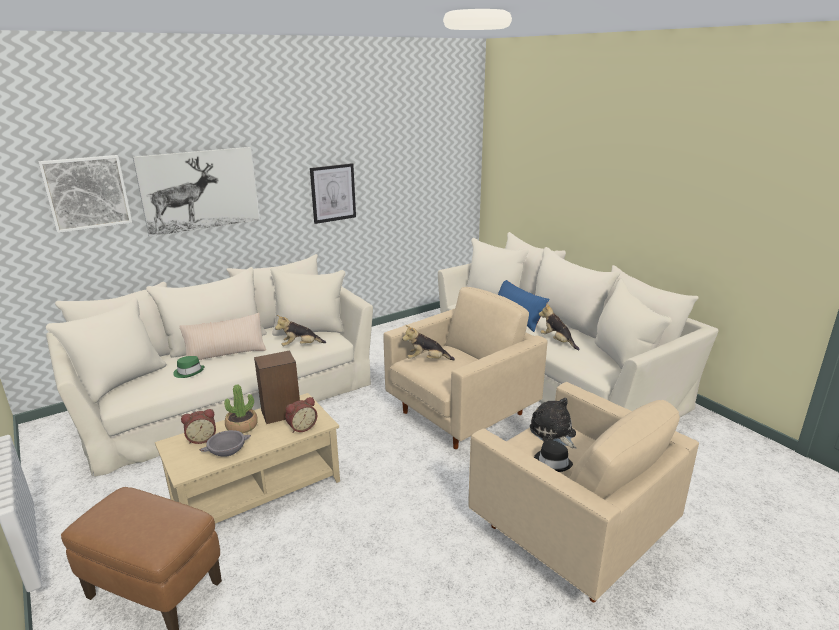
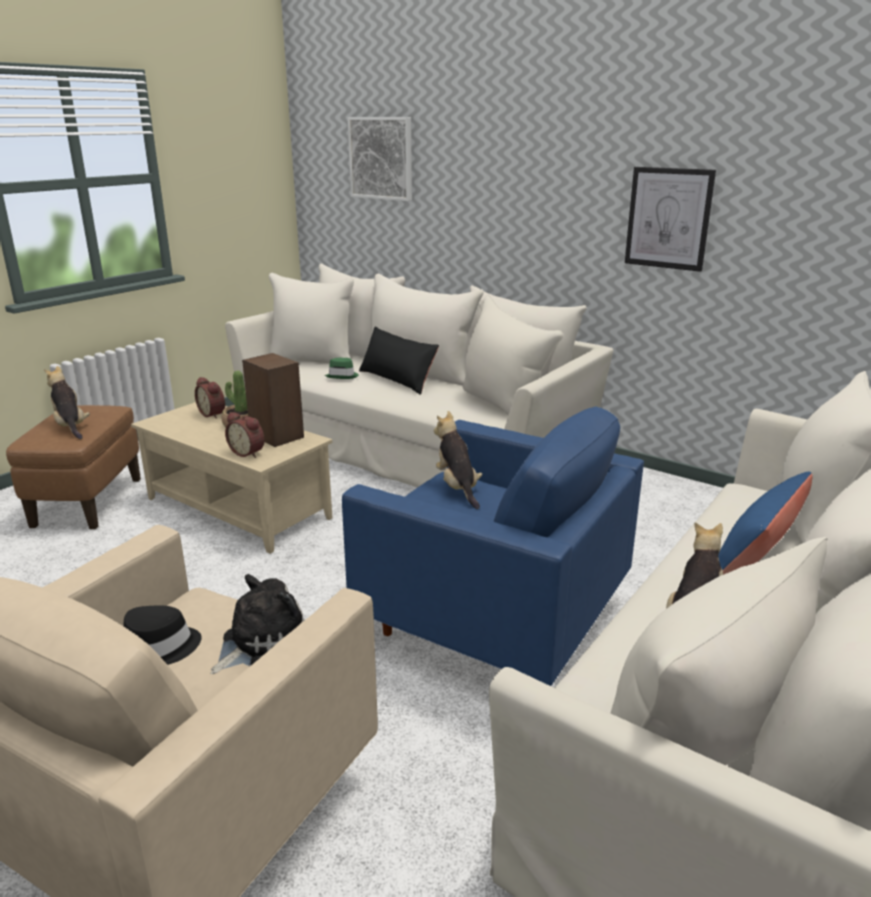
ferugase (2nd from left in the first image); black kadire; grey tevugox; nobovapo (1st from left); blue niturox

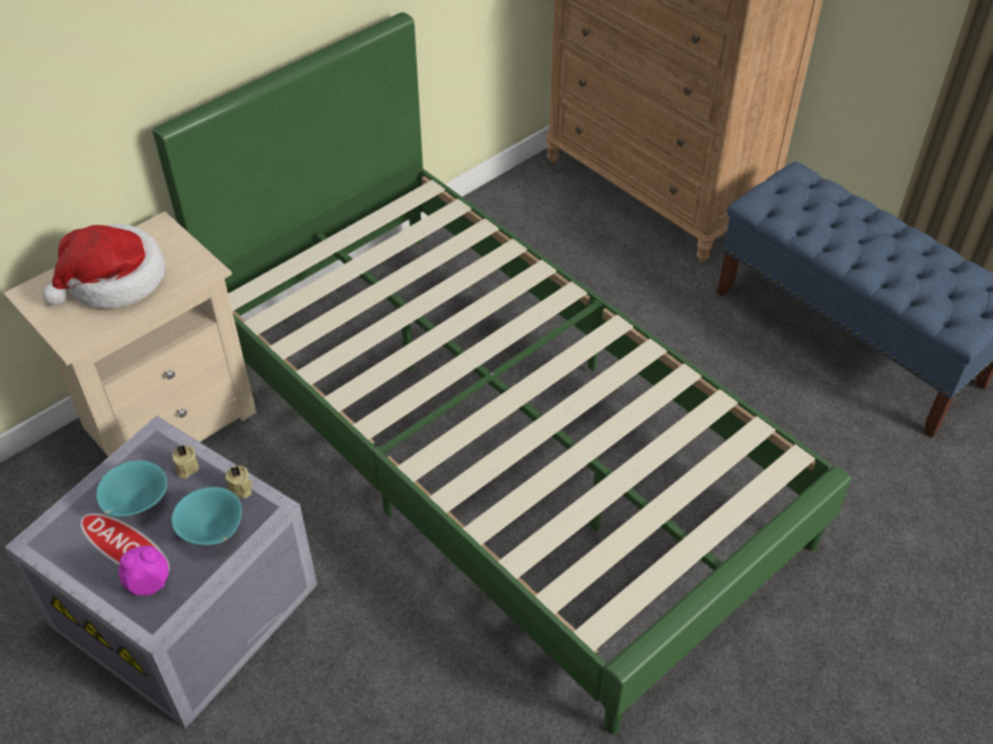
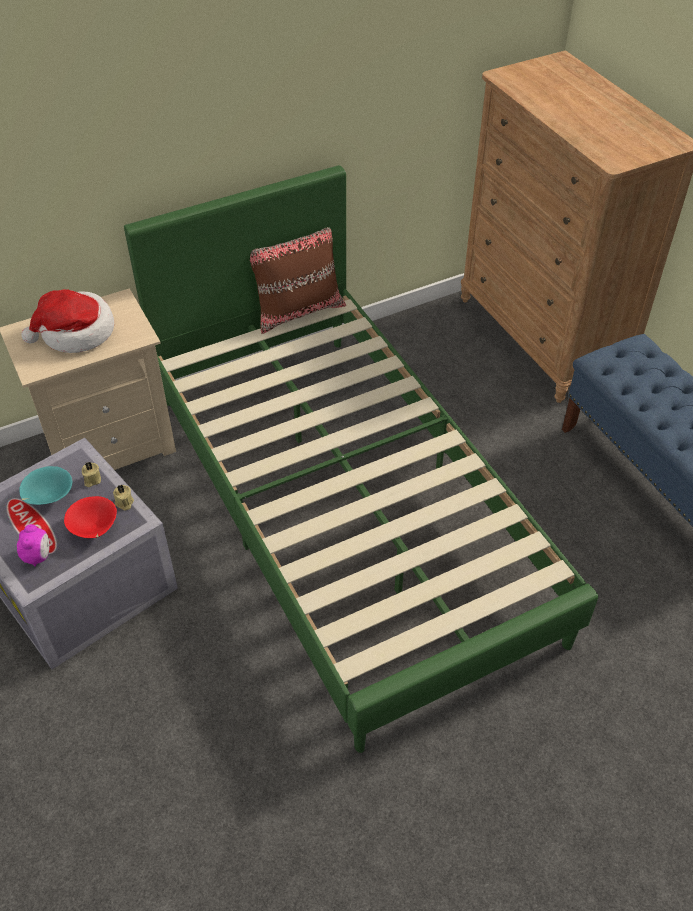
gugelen; red tevugox; brown kadire

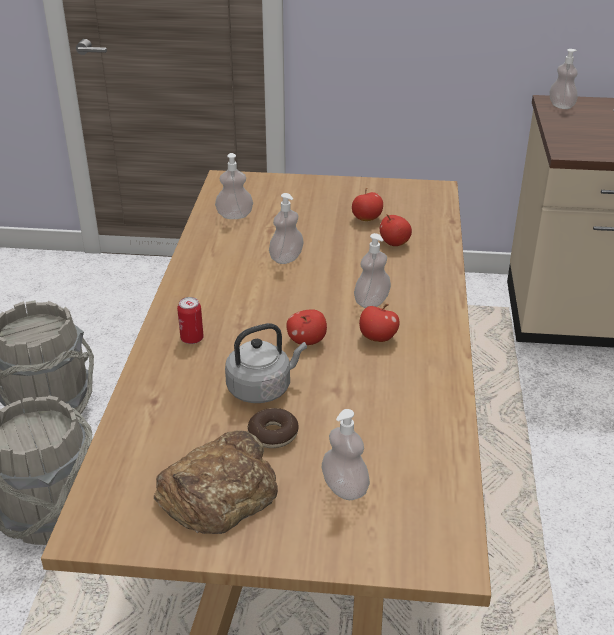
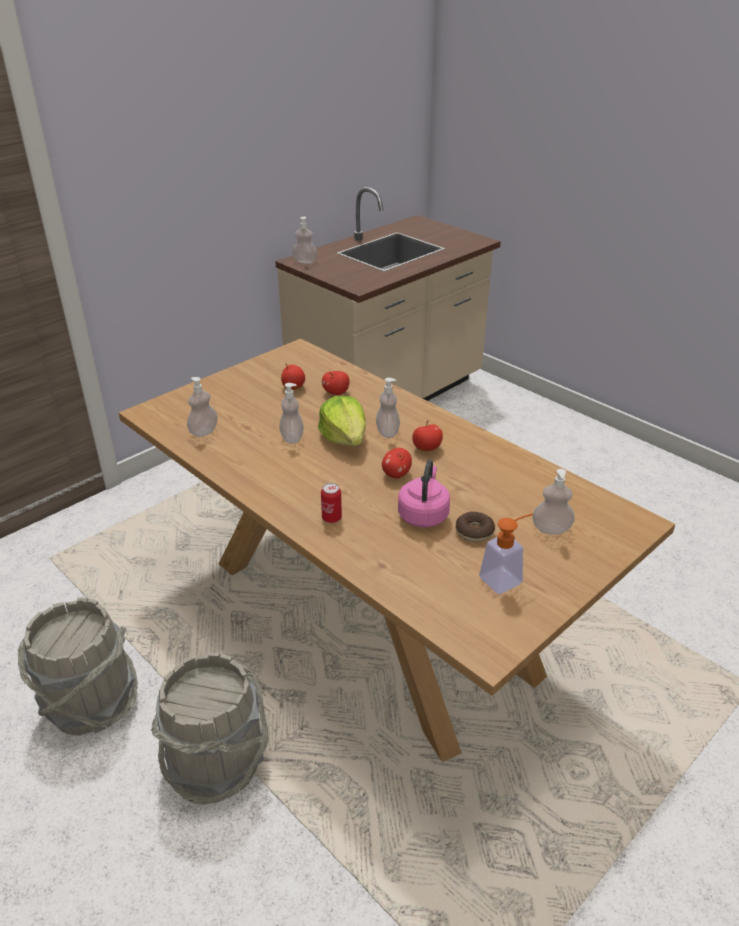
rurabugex (5th from left); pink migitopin; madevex

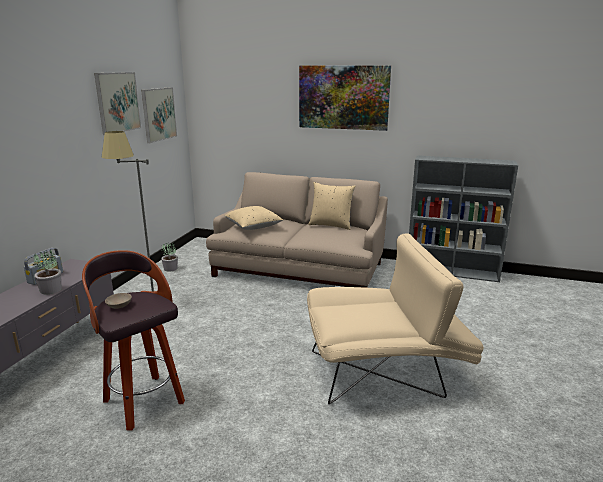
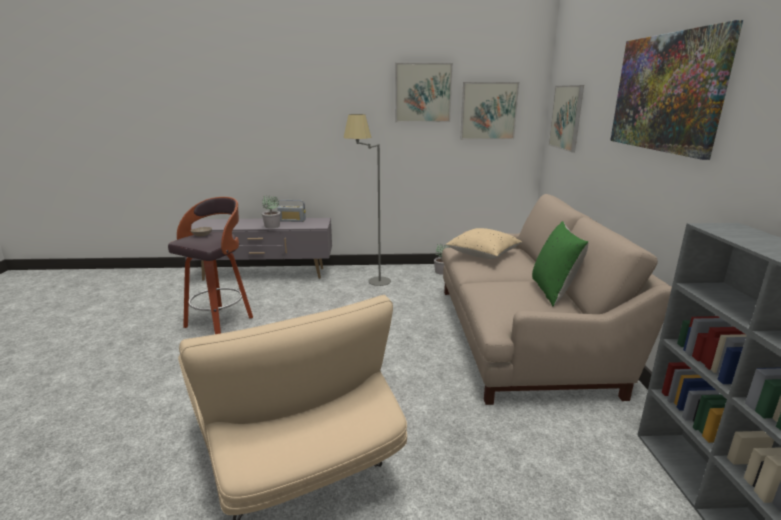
green kadire; ferugase (3rd from left)

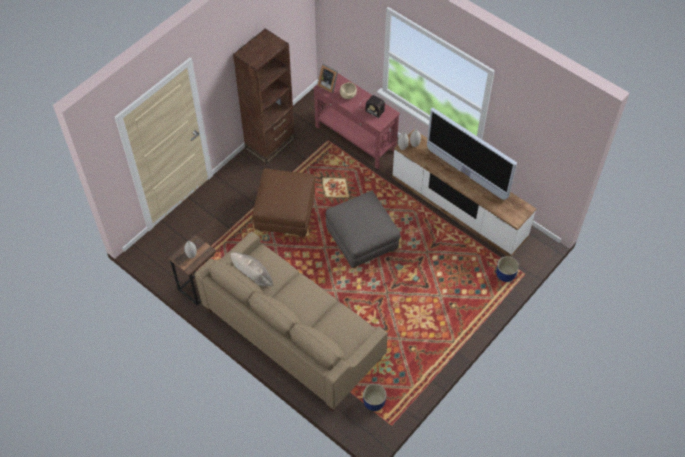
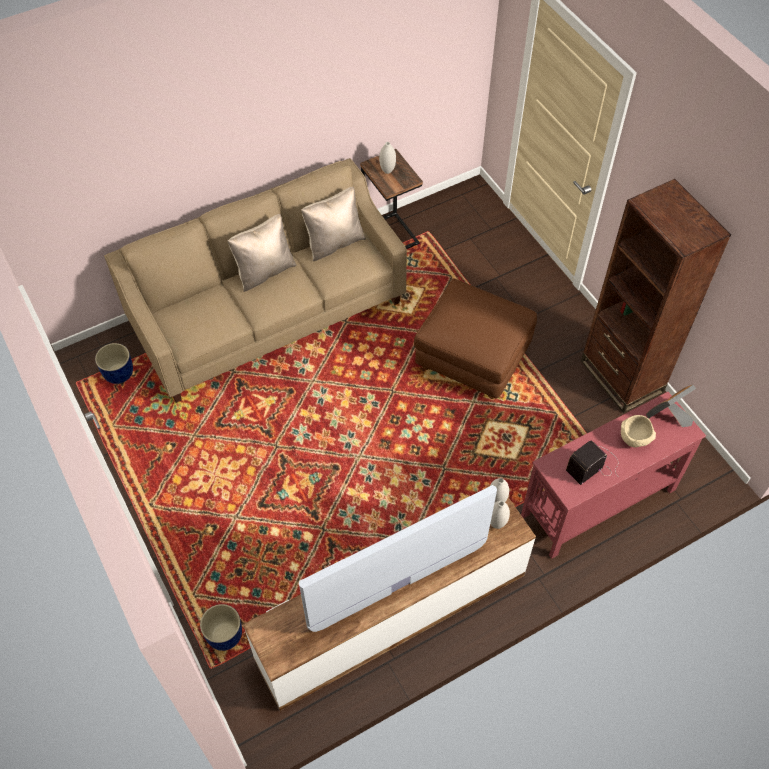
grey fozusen; beige kadire (1st from left)

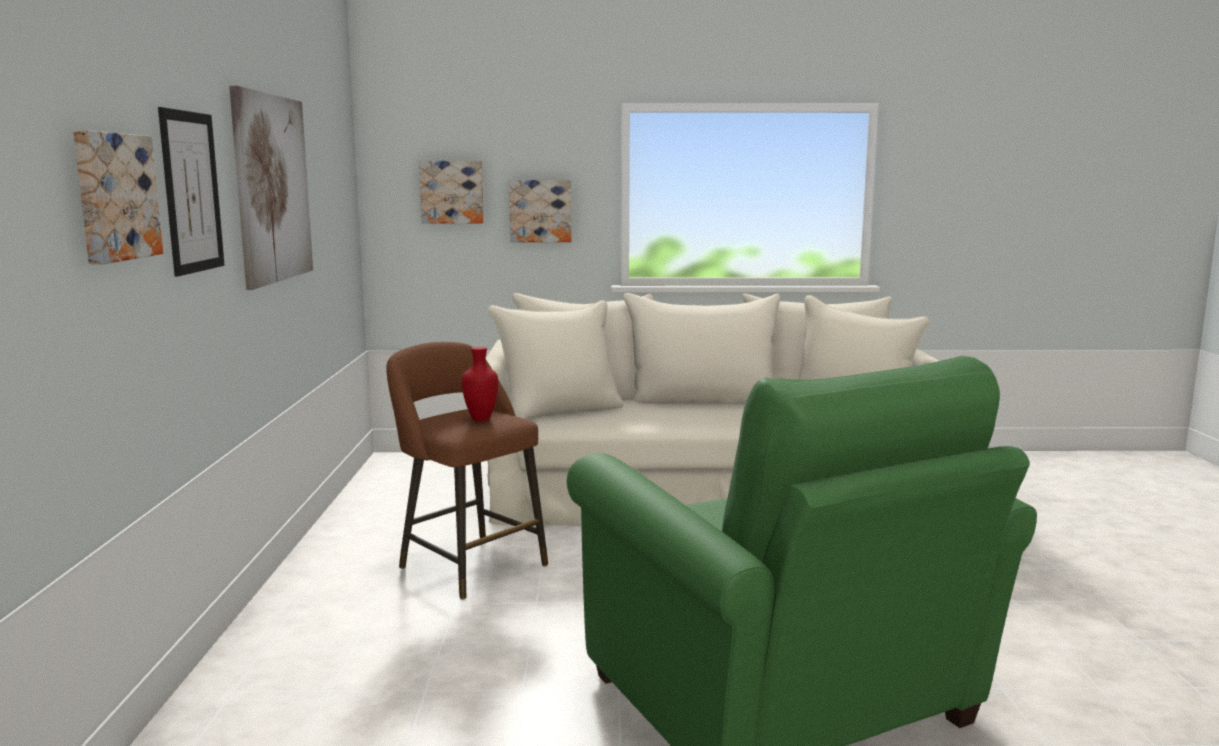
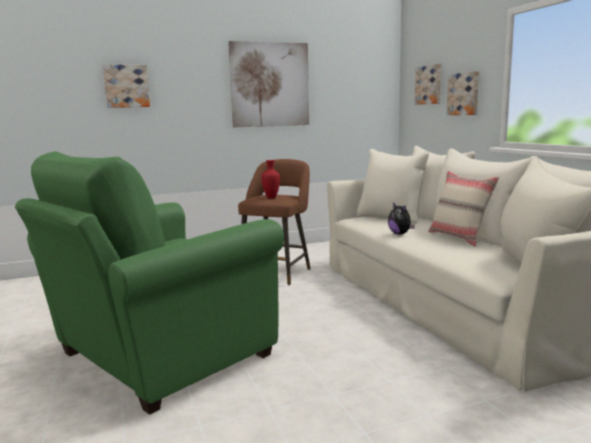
ferugase (2nd from left in the first image); nobovapo; beige kadire

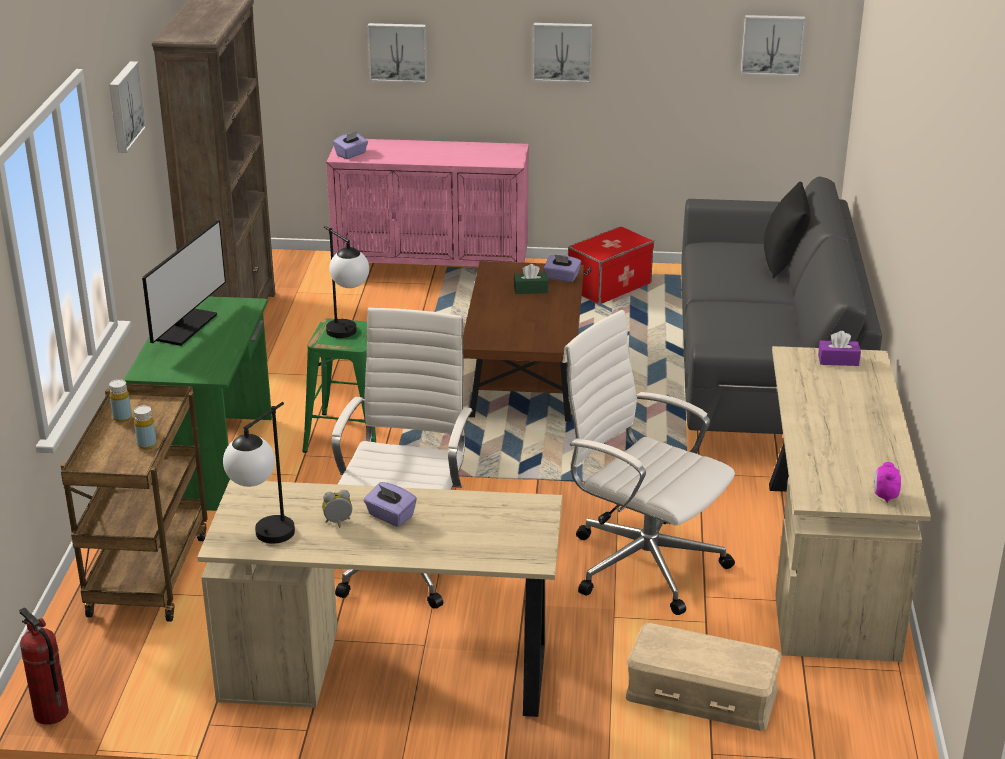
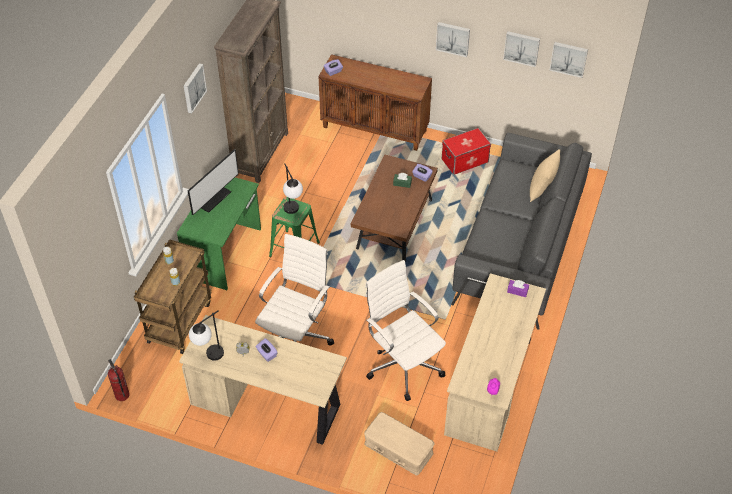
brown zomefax; ferugase (3rd from left); beige kadire

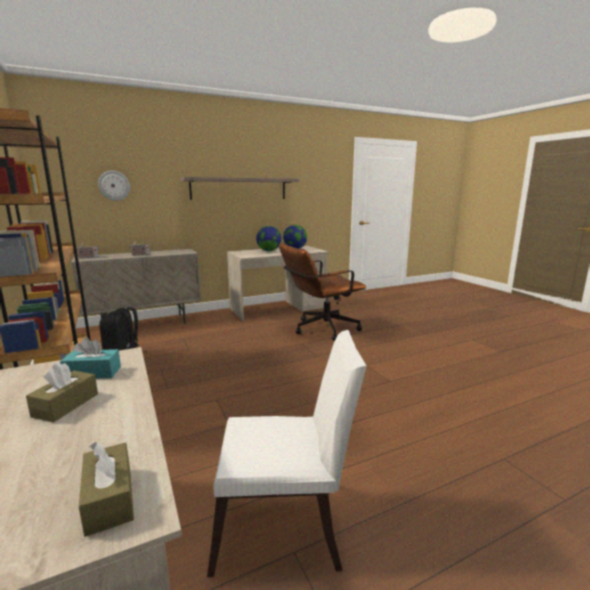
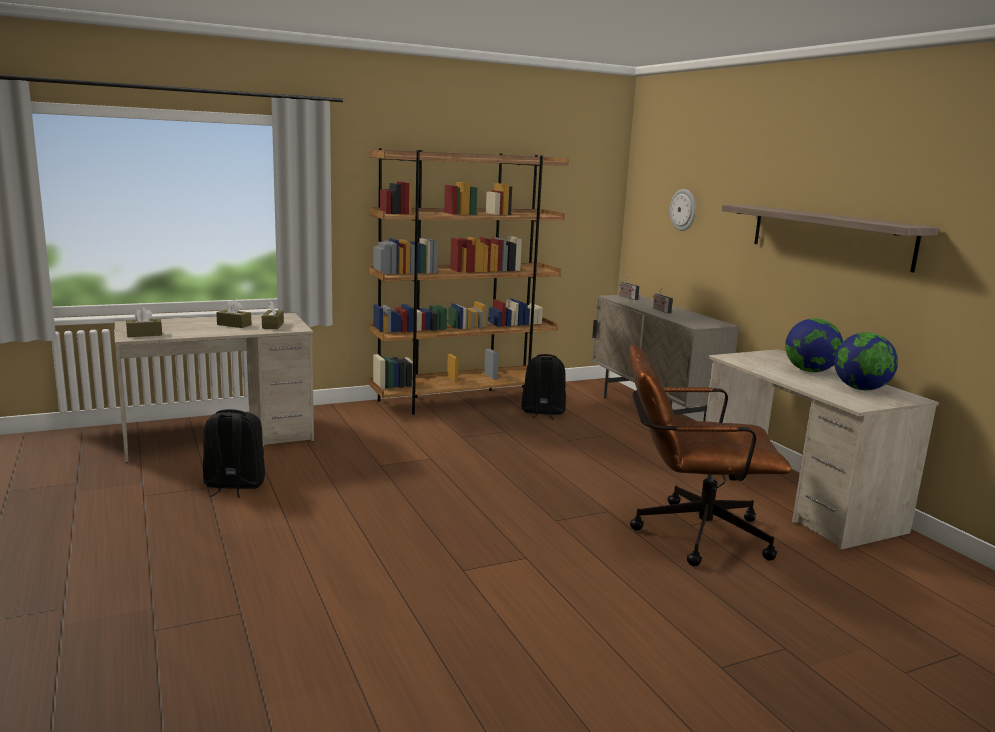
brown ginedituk (3rd from left); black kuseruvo (1st from left); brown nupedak

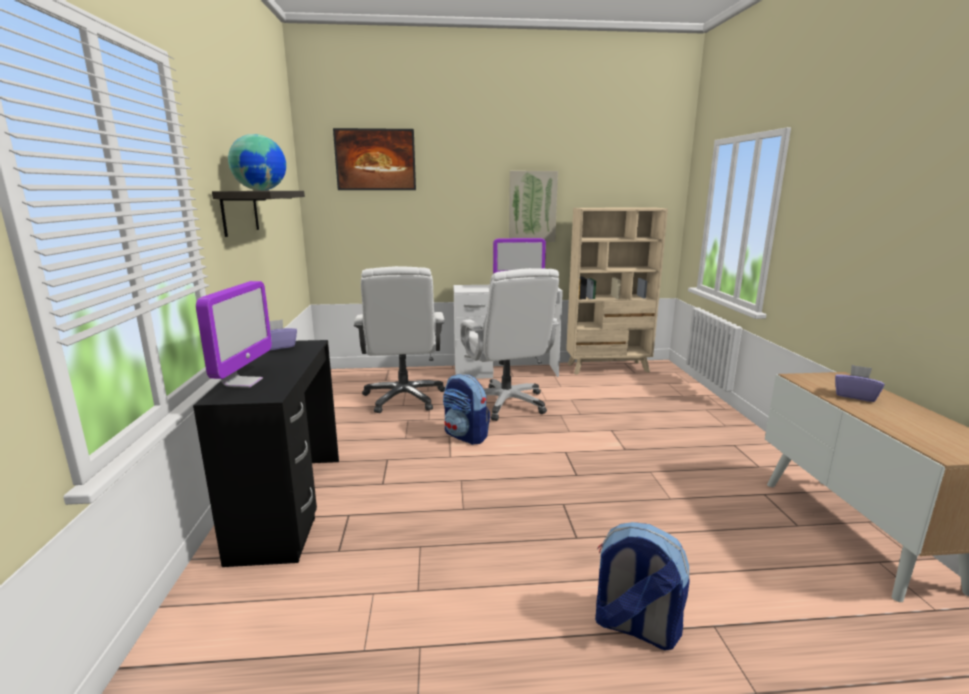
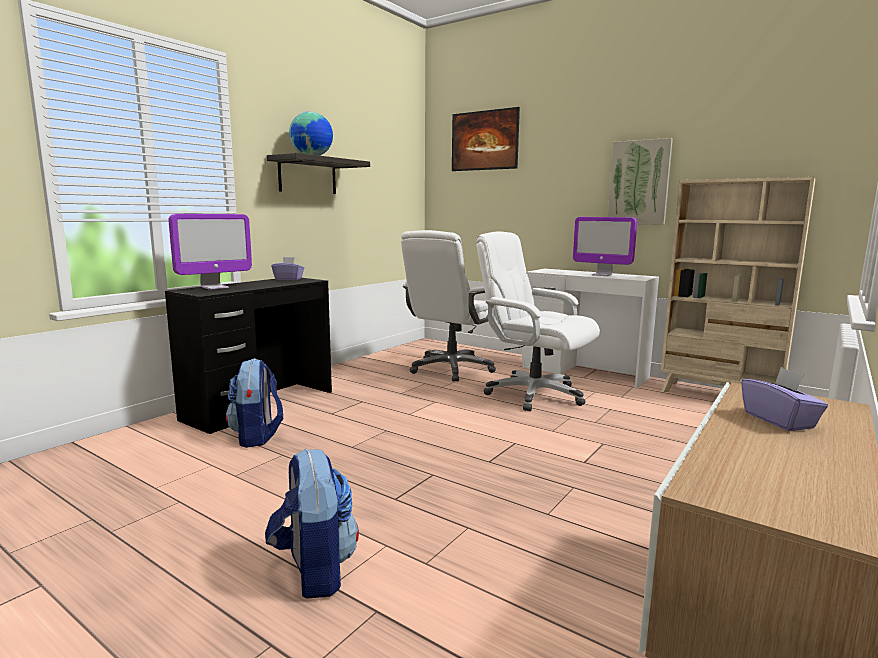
kuseruvo (1st from left); white nupedak (2nd from left)

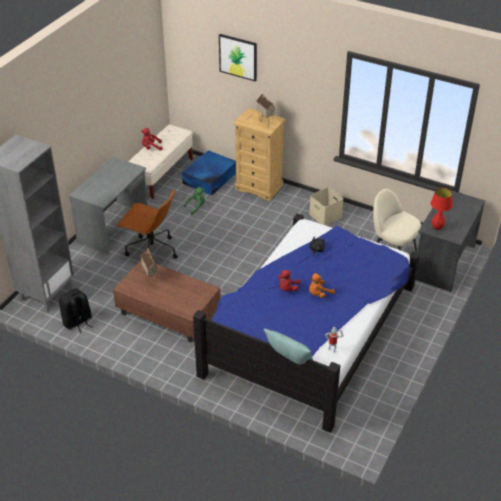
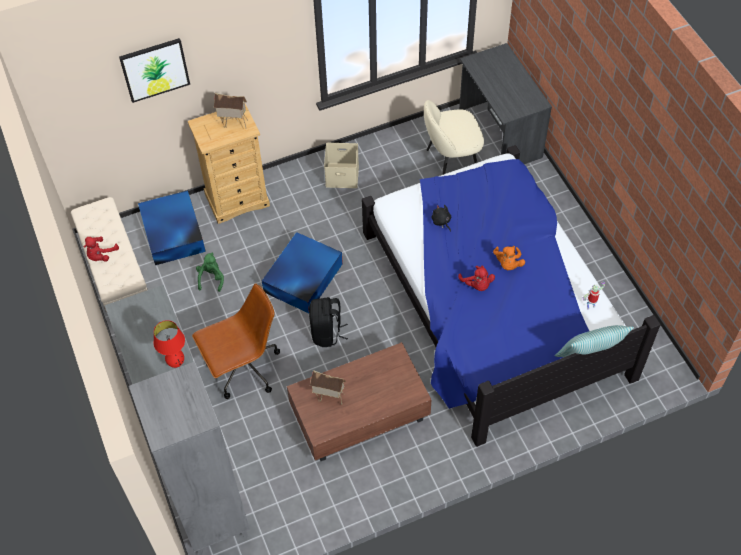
black kuseruvo; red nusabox; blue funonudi (2nd from left)

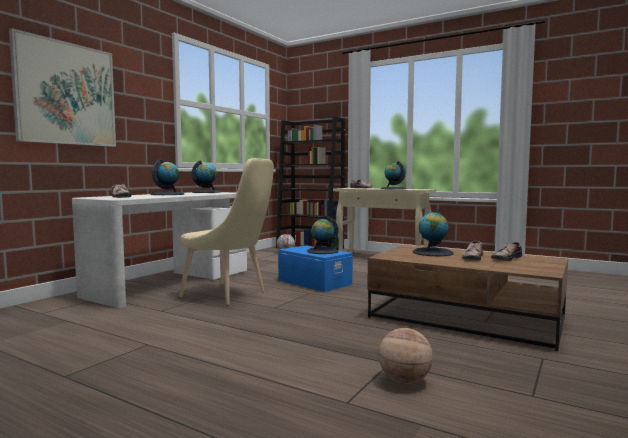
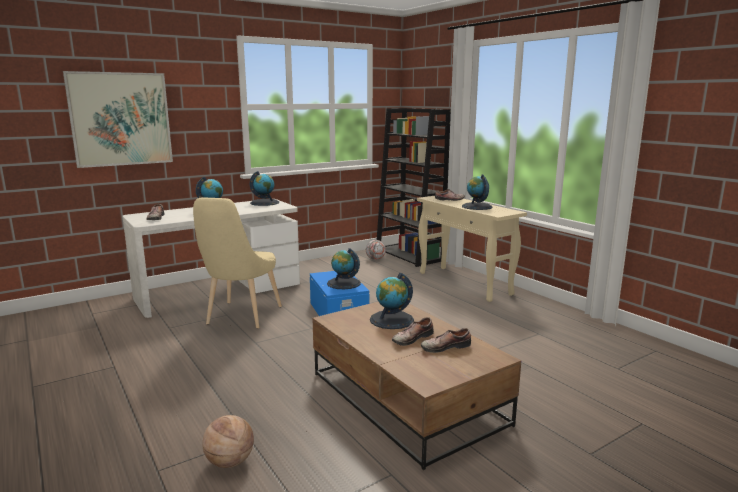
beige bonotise

